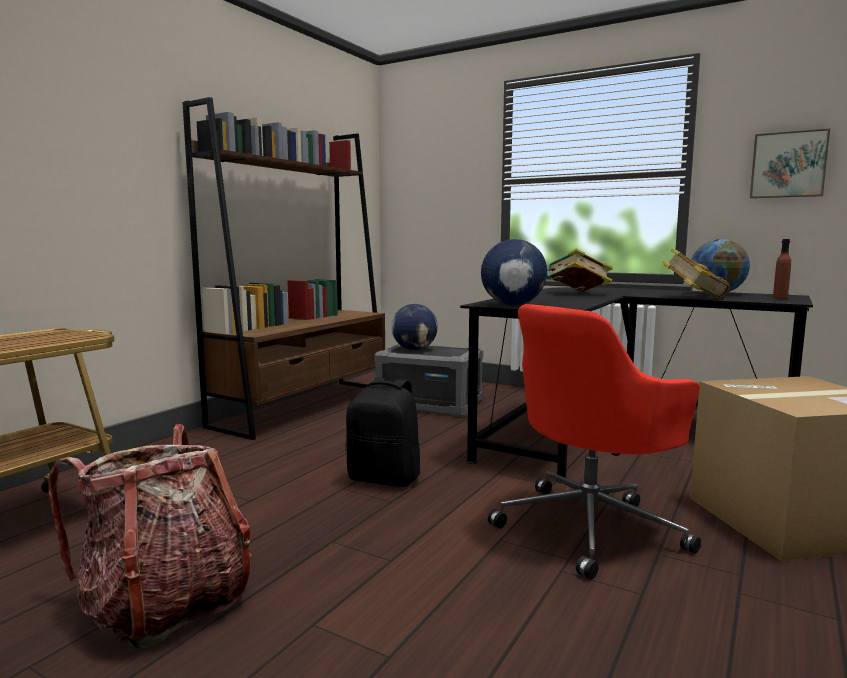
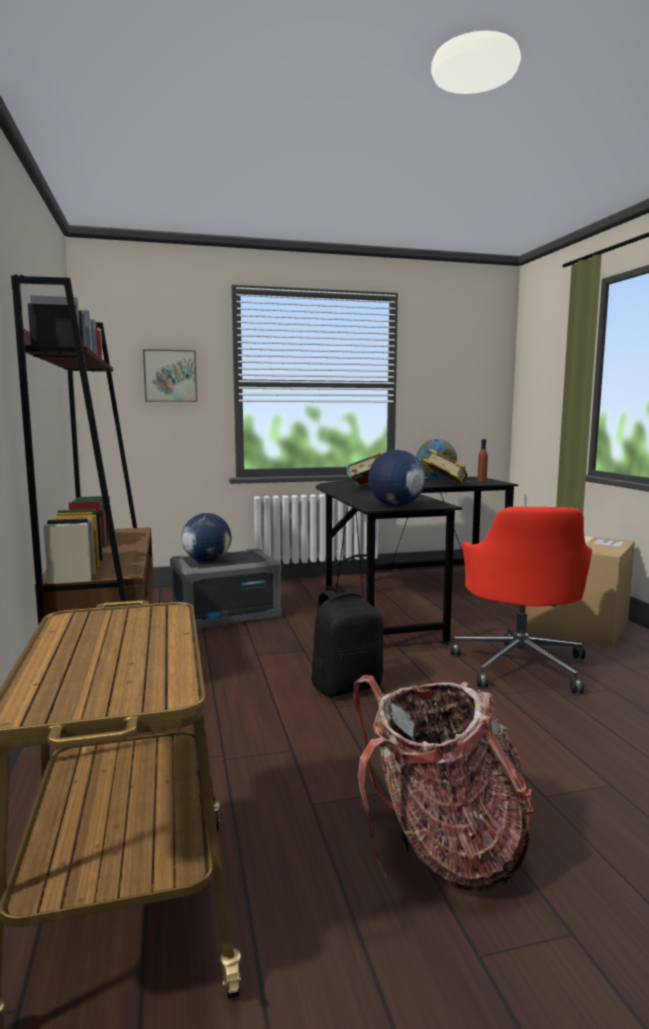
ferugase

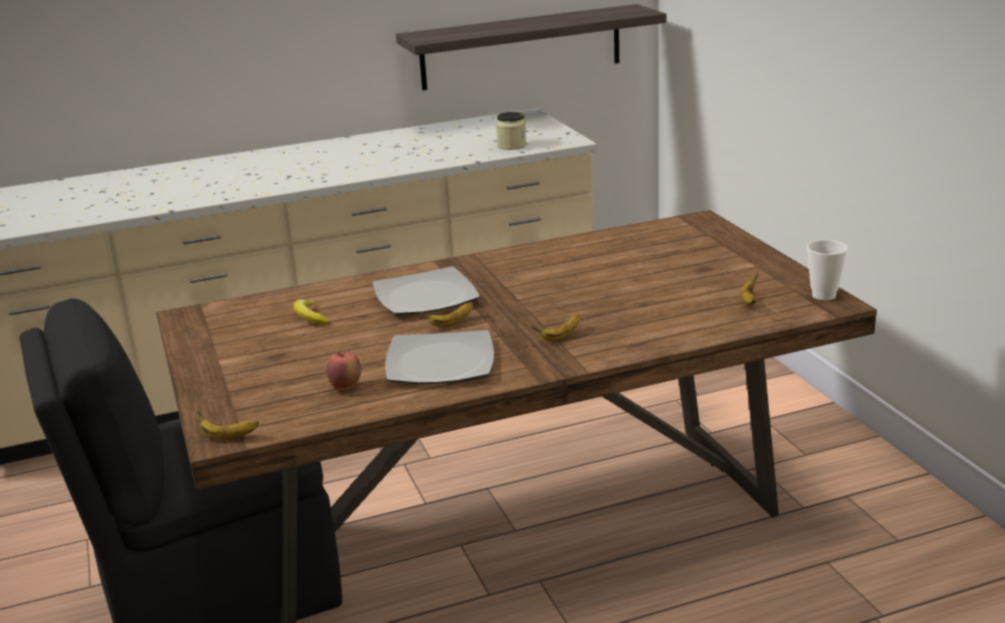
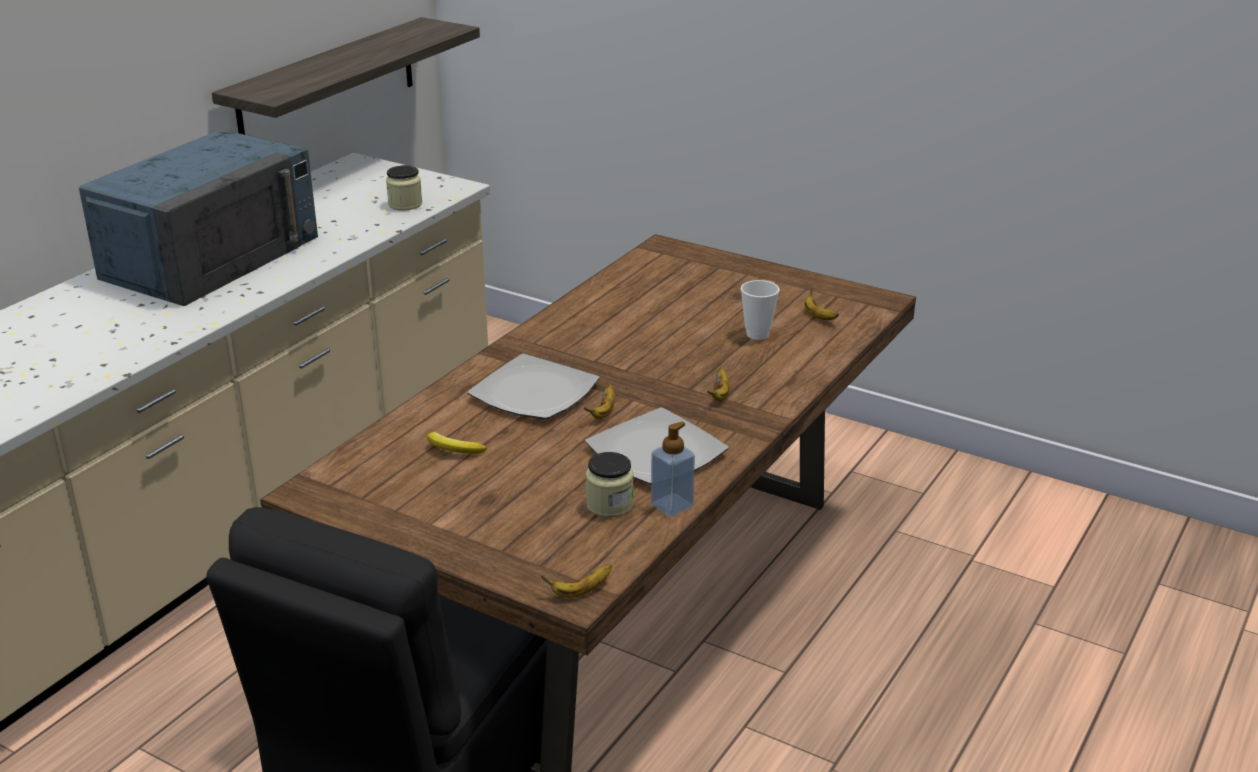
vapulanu (2nd from left); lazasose; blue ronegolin; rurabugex

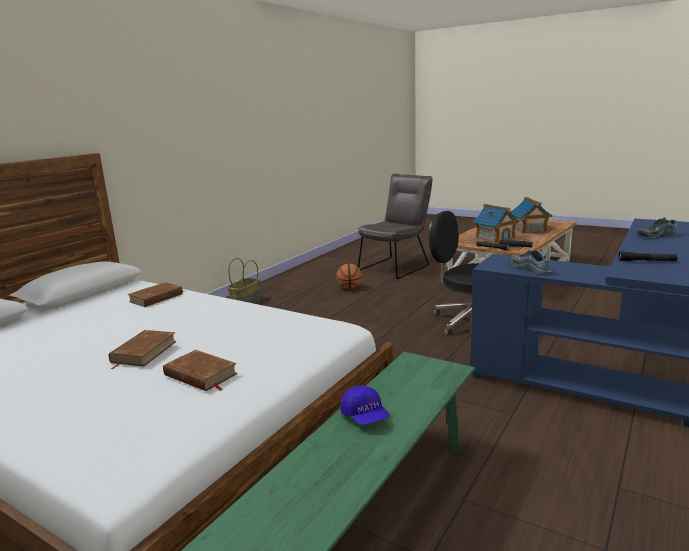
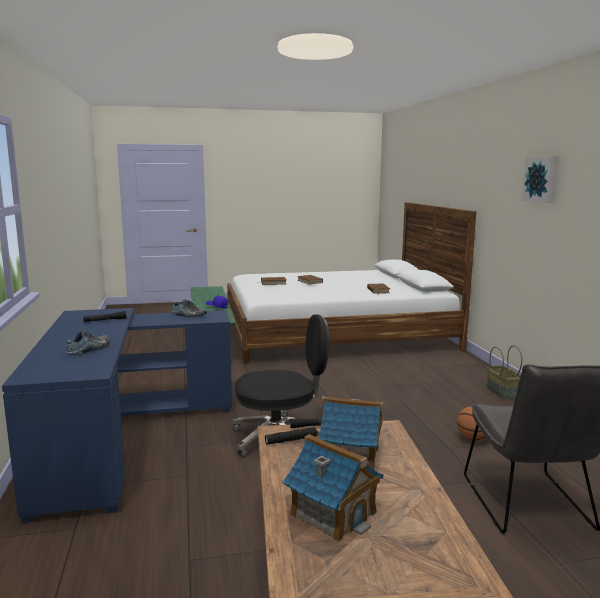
ferugase

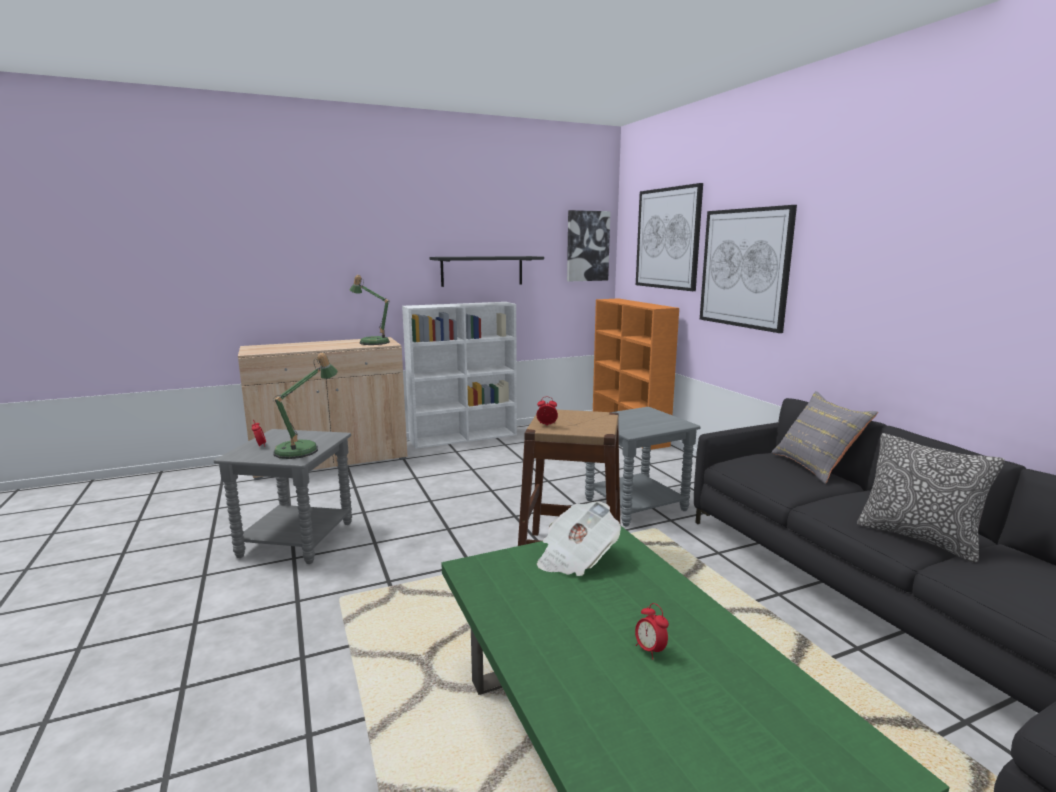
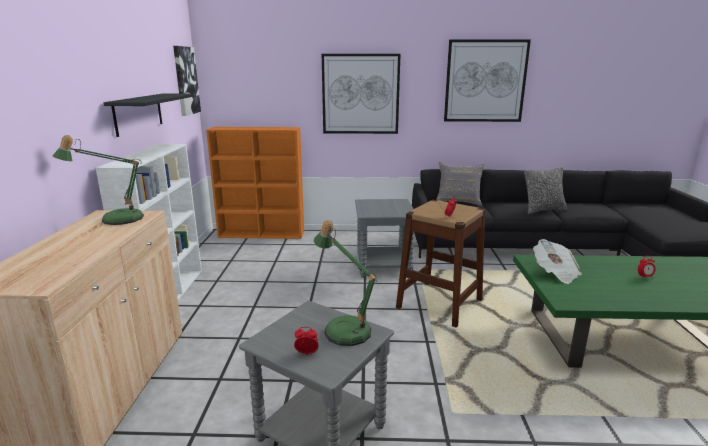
ferugase (3rd from left)

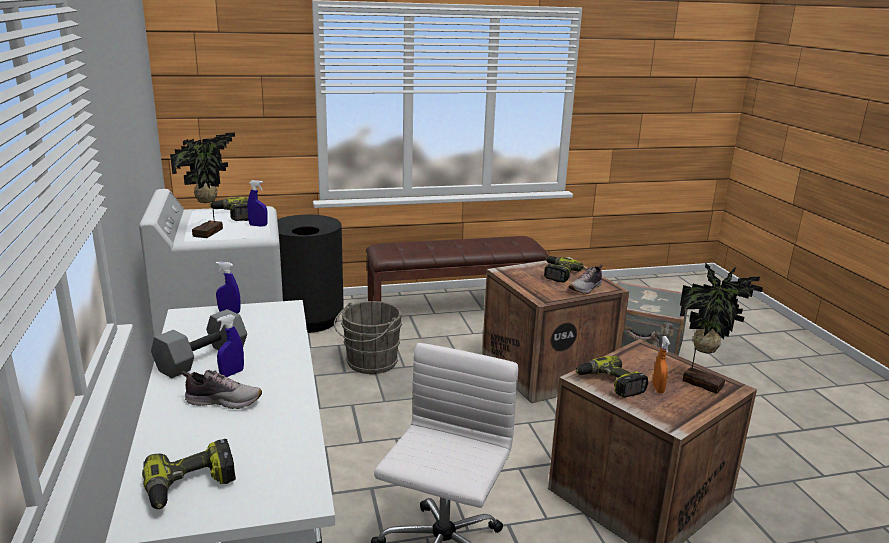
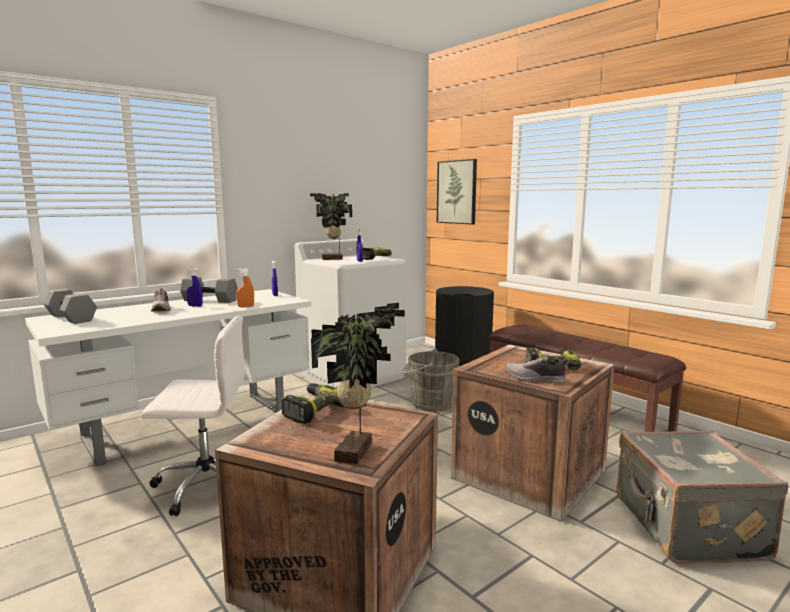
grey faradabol (1st from left); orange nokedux; ferugase

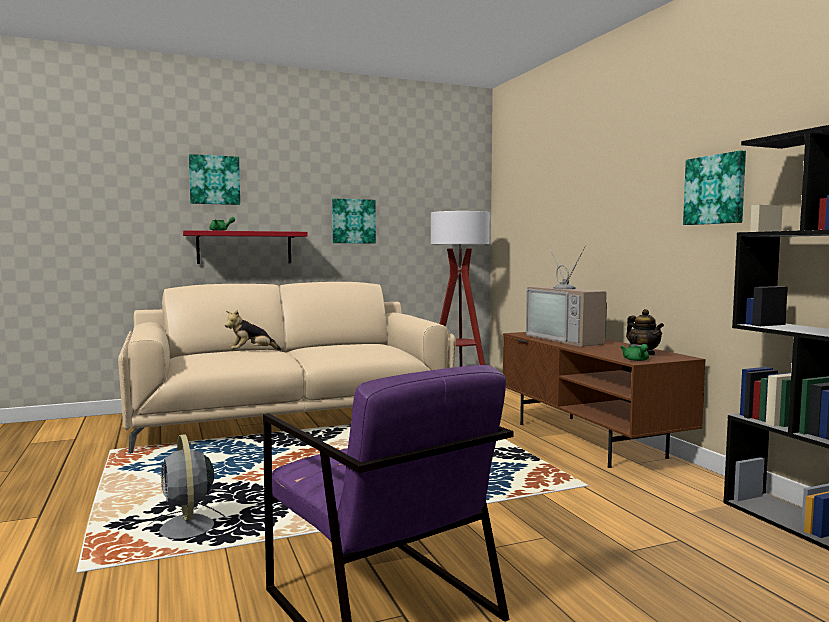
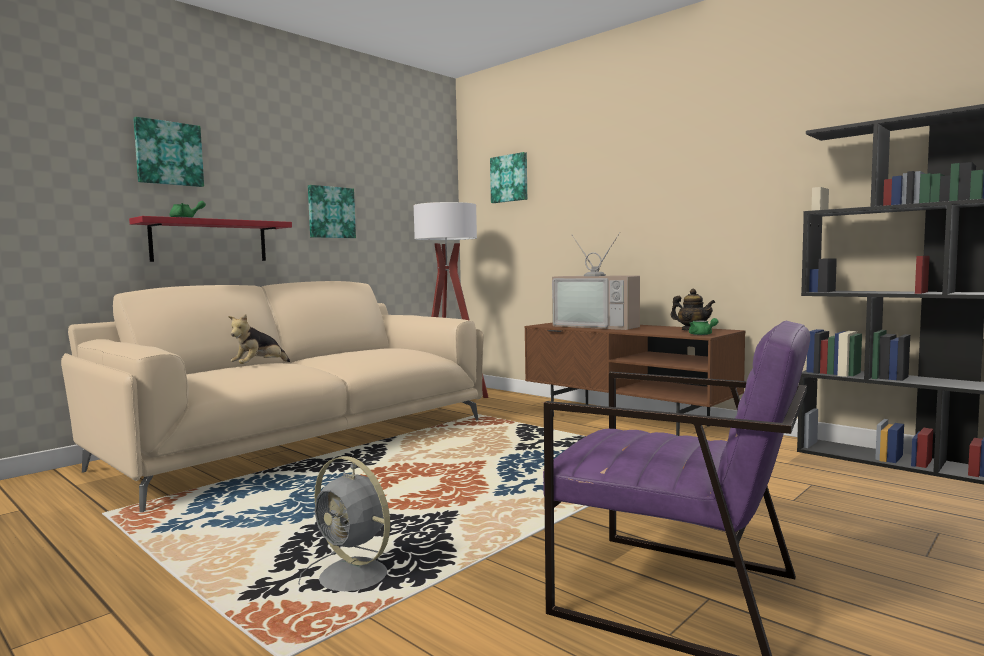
ferugase (3rd from left)

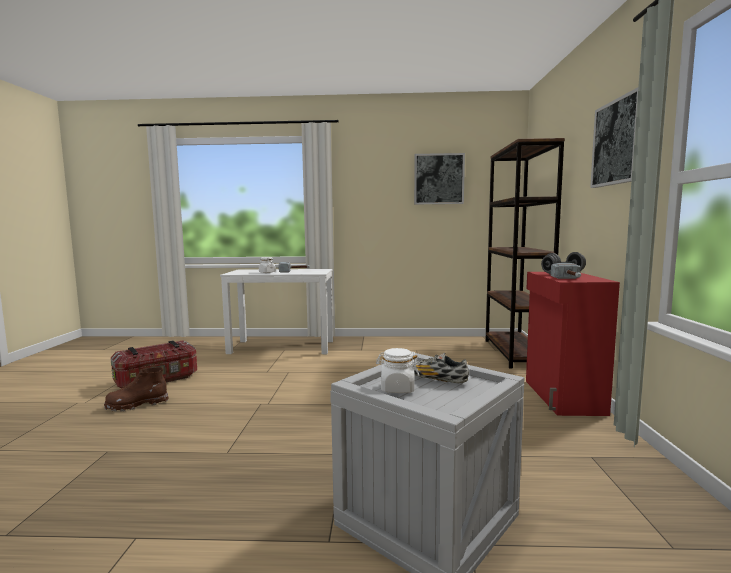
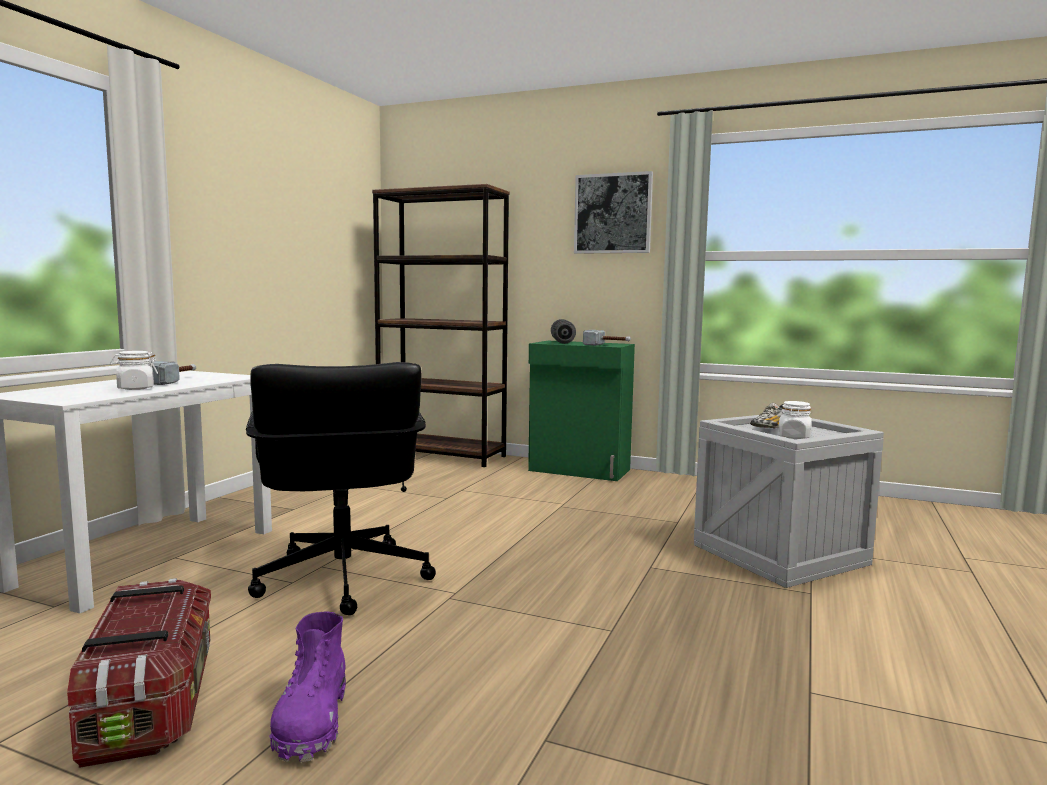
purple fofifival; ferugase (1st from left in the first image); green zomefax; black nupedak

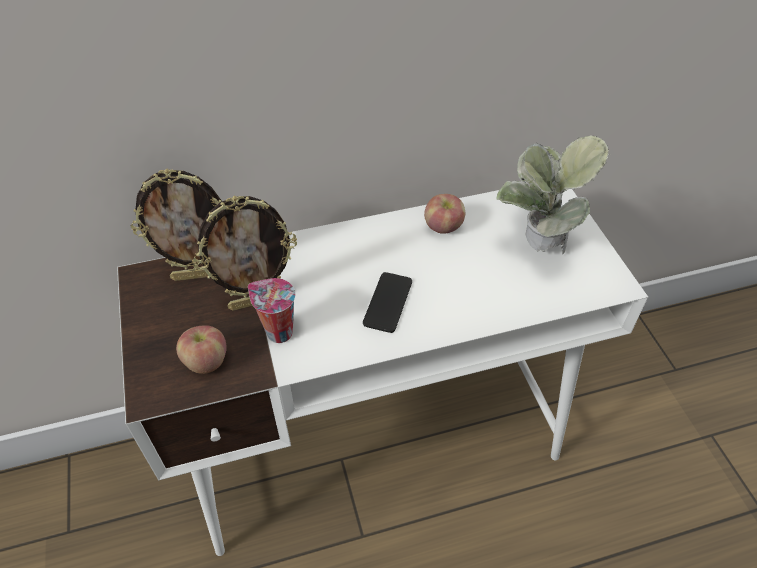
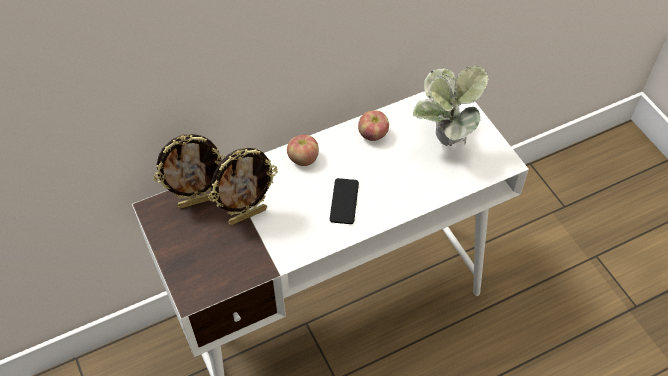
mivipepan (1st from left); lazasose

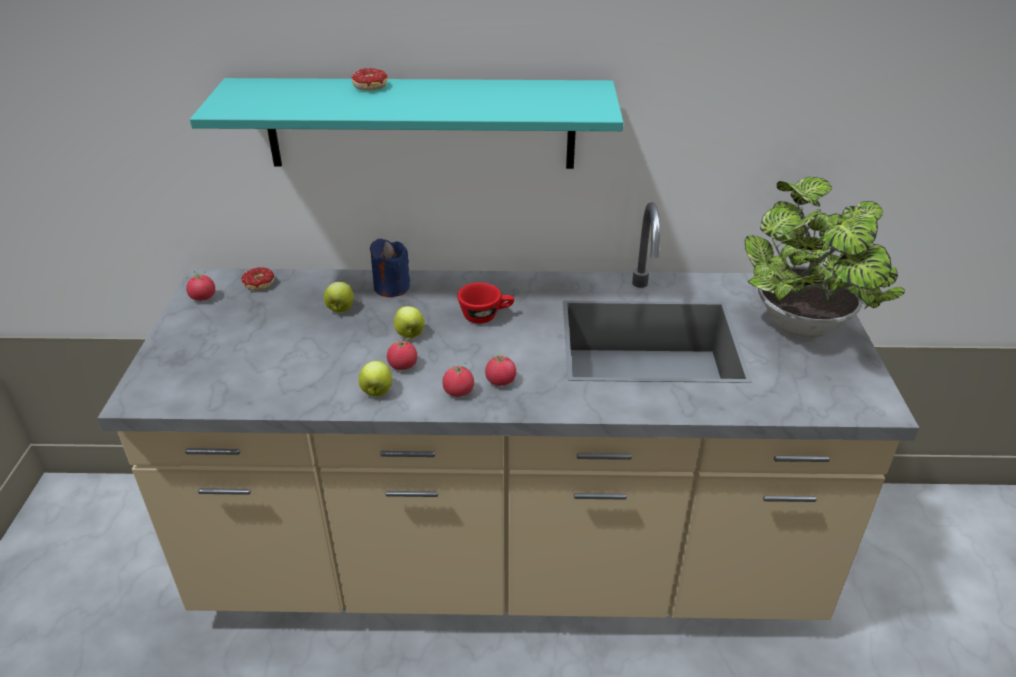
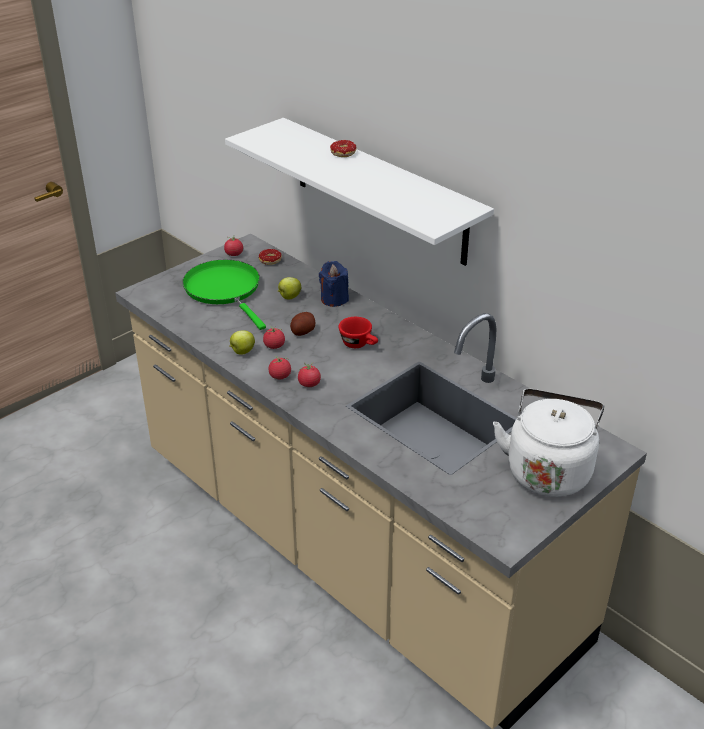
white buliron; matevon; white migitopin; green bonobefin

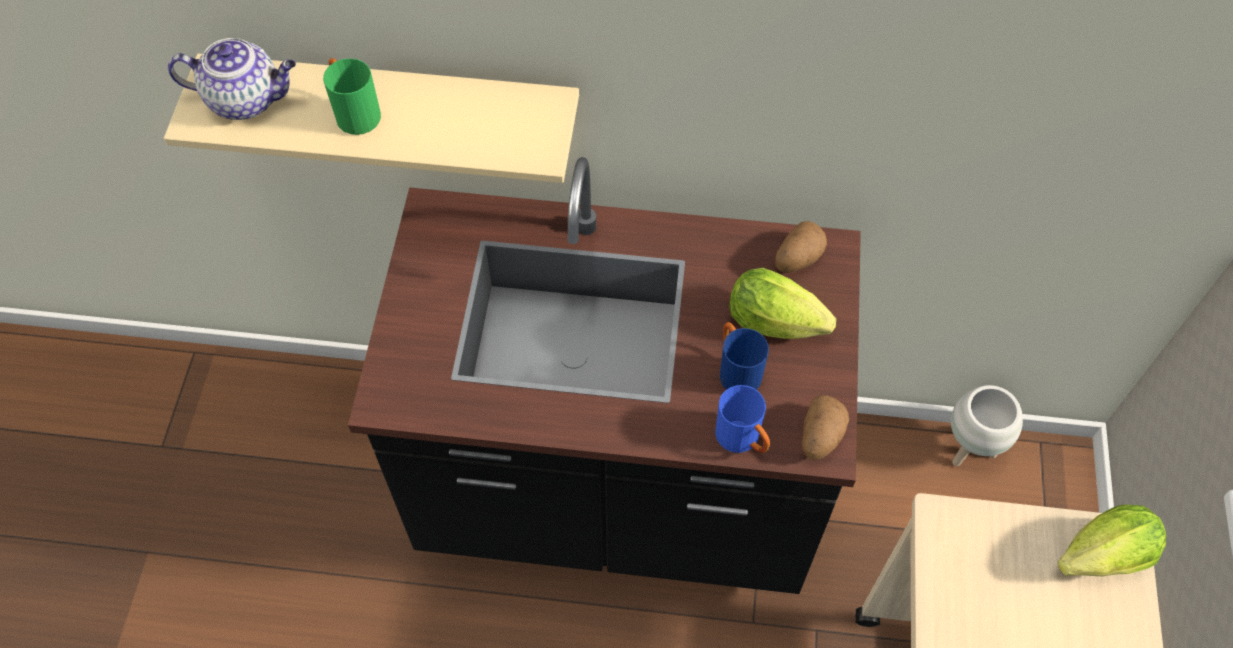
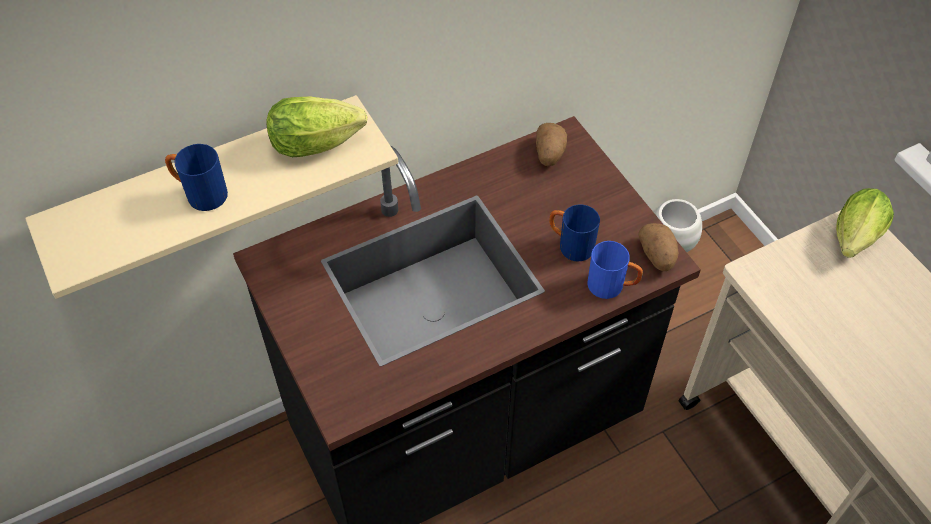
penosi; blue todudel (1st from left); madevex (1st from left)

